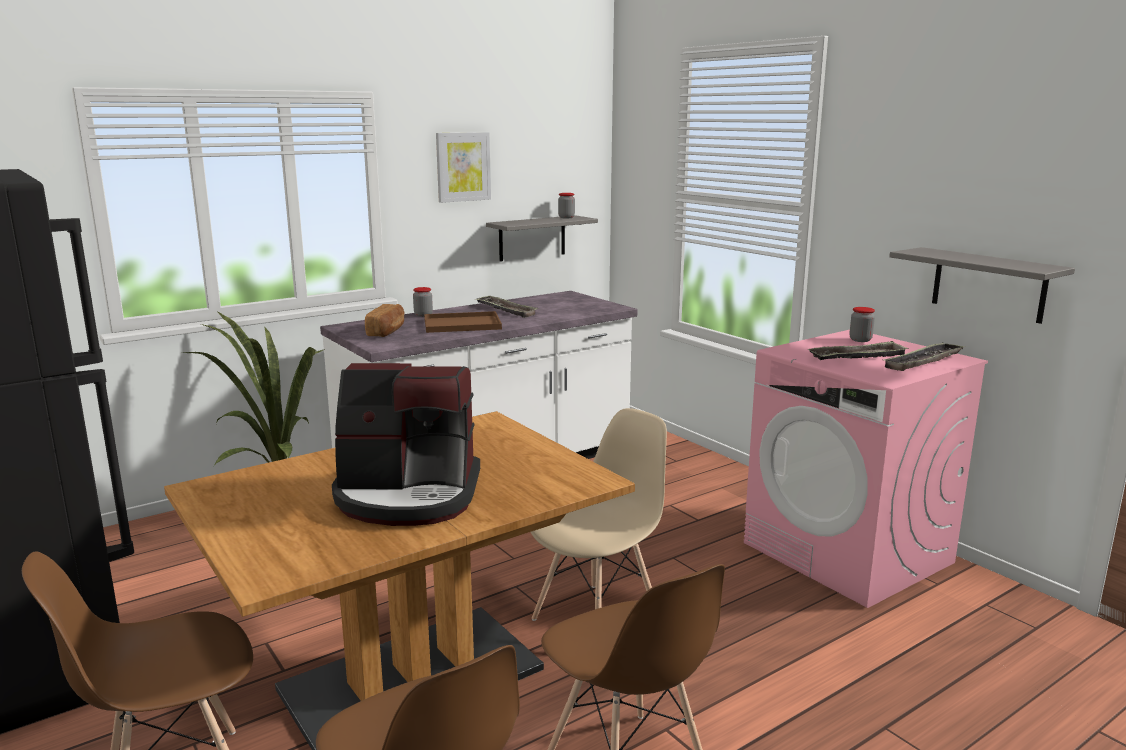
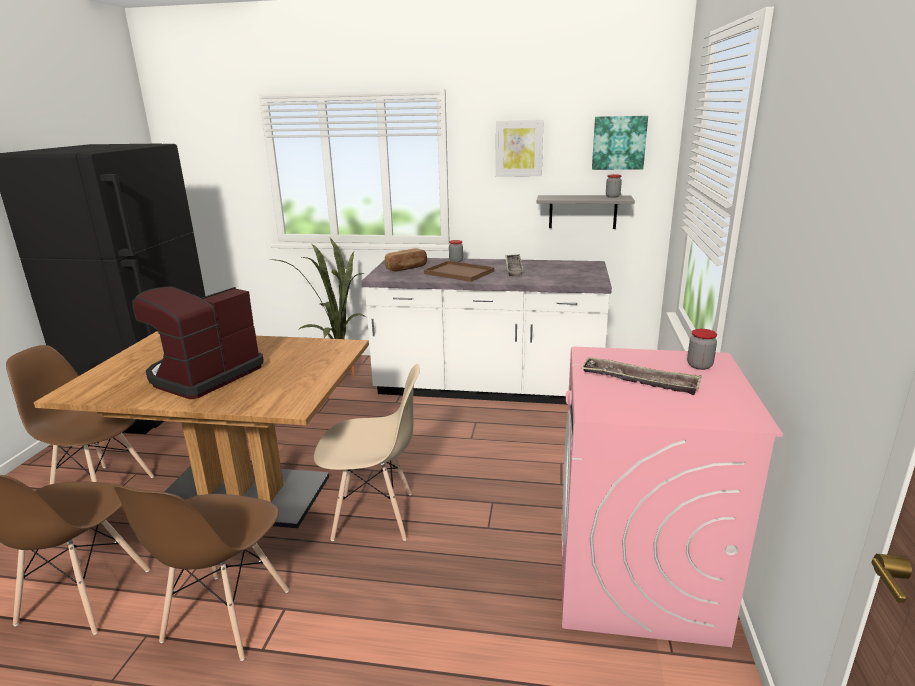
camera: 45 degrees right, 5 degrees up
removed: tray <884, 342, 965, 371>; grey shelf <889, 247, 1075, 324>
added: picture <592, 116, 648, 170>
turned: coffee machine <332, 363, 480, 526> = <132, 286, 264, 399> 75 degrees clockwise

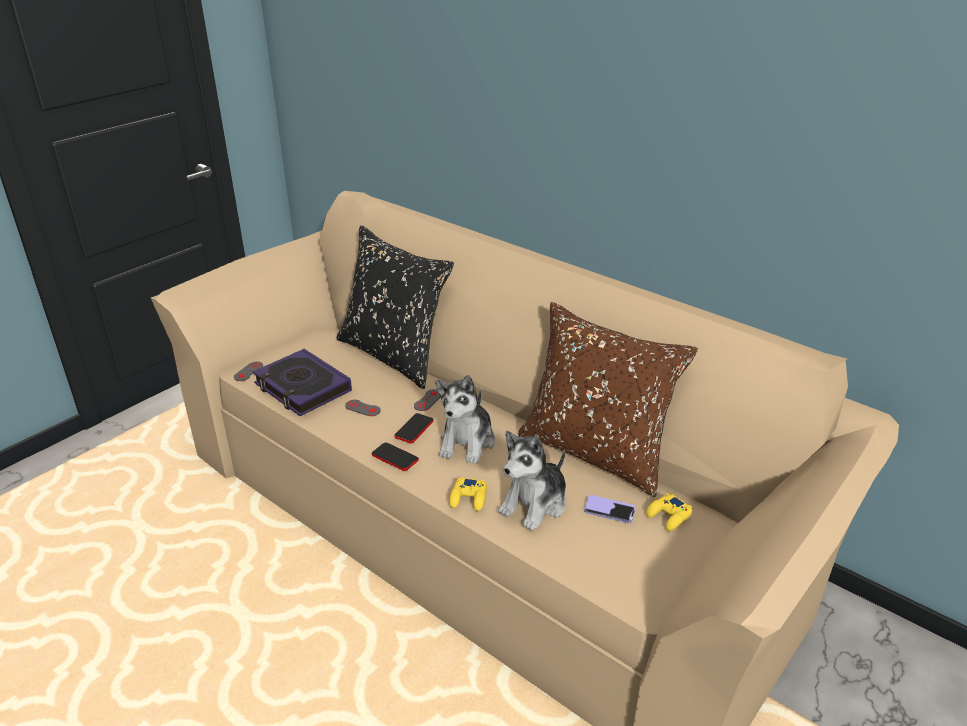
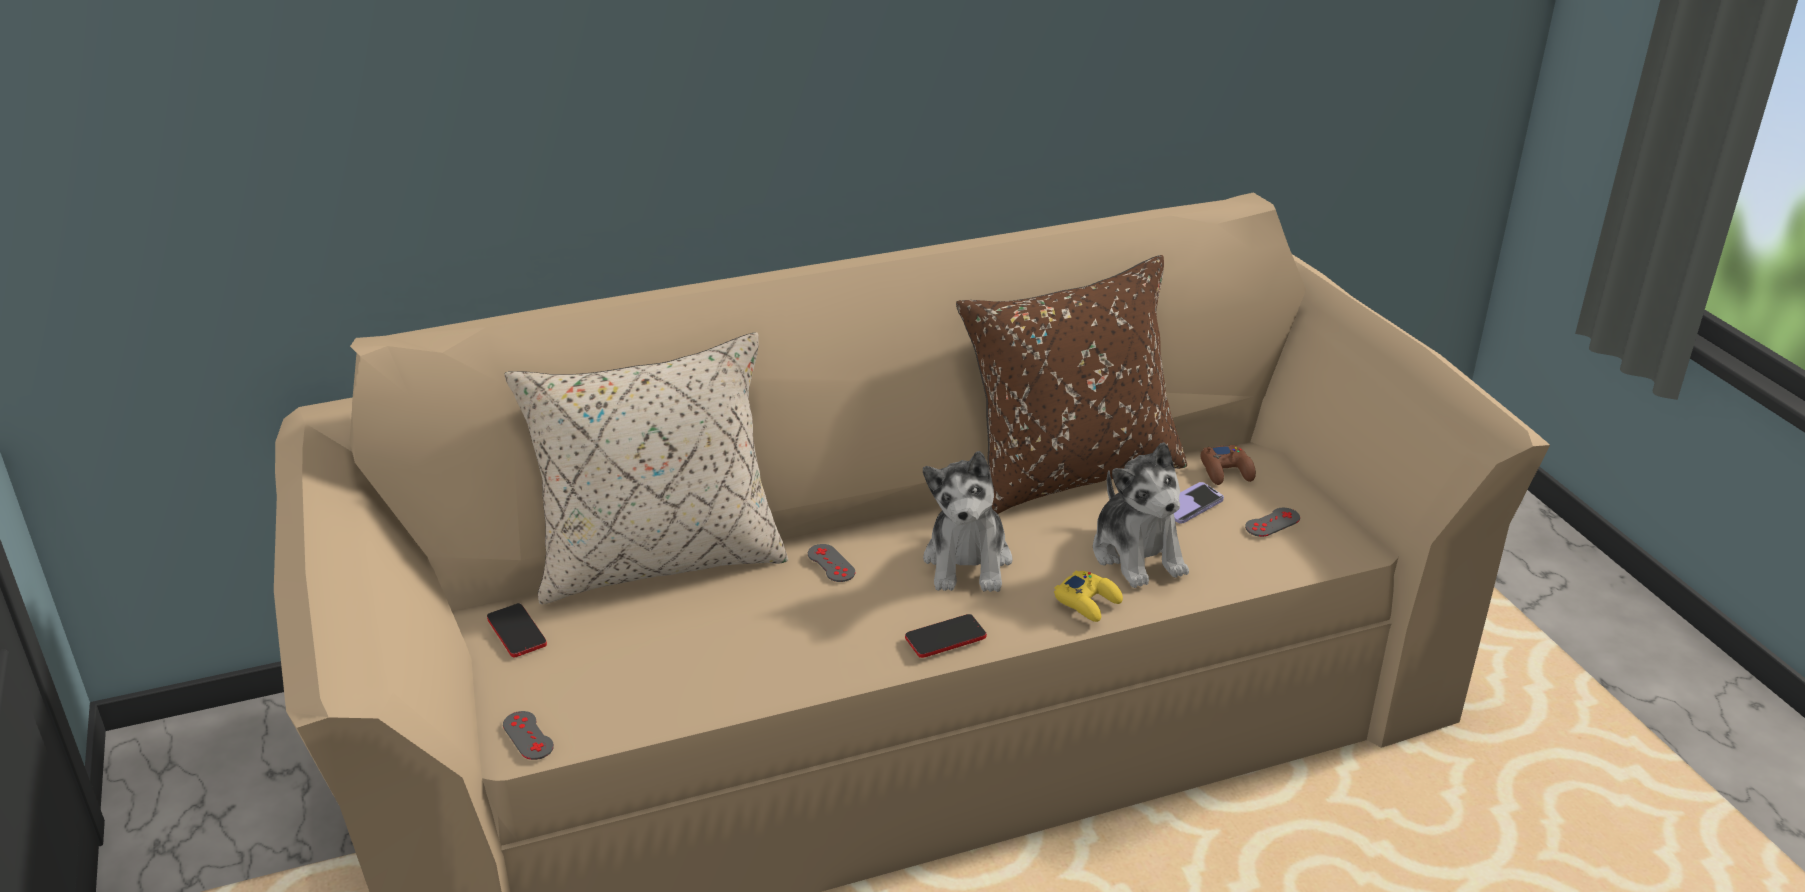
camera: 60 degrees left, 0 degrees up
removed: book <253, 349, 352, 416>
moved: grey game controller <345, 400, 381, 416> to <1245, 508, 1300, 537>; phone <394, 413, 434, 443> to <487, 603, 547, 658>
recoloured: black pillow <337, 225, 454, 389> to beige pillow <504, 332, 788, 605>; yellow game controller <646, 493, 692, 531> to brown game controller <1201, 445, 1256, 485>
turned: plush toy <435, 375, 495, 464> = <923, 451, 1013, 592> 45 degrees clockwise

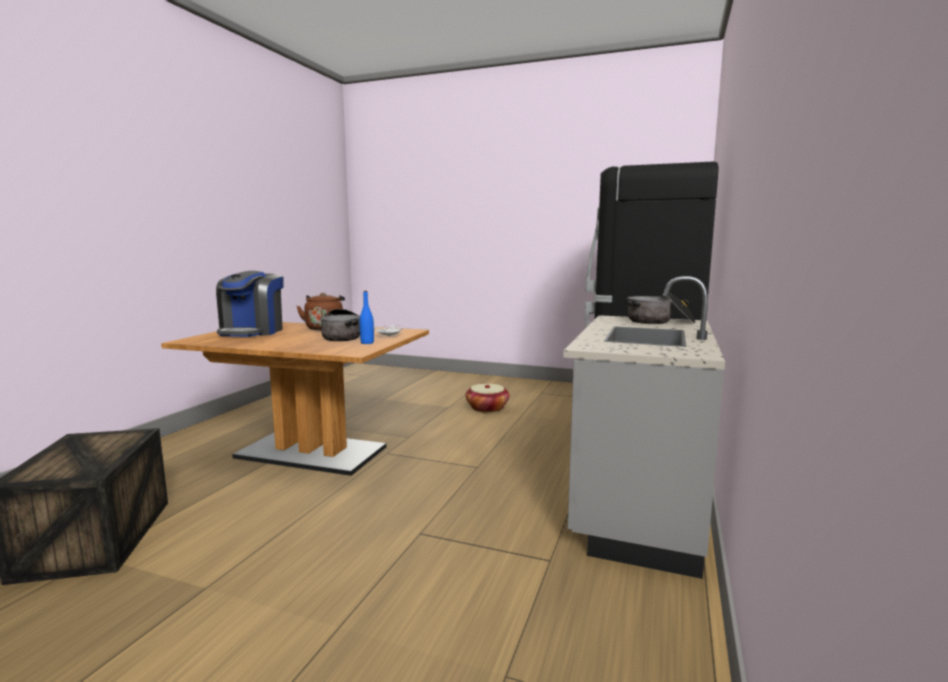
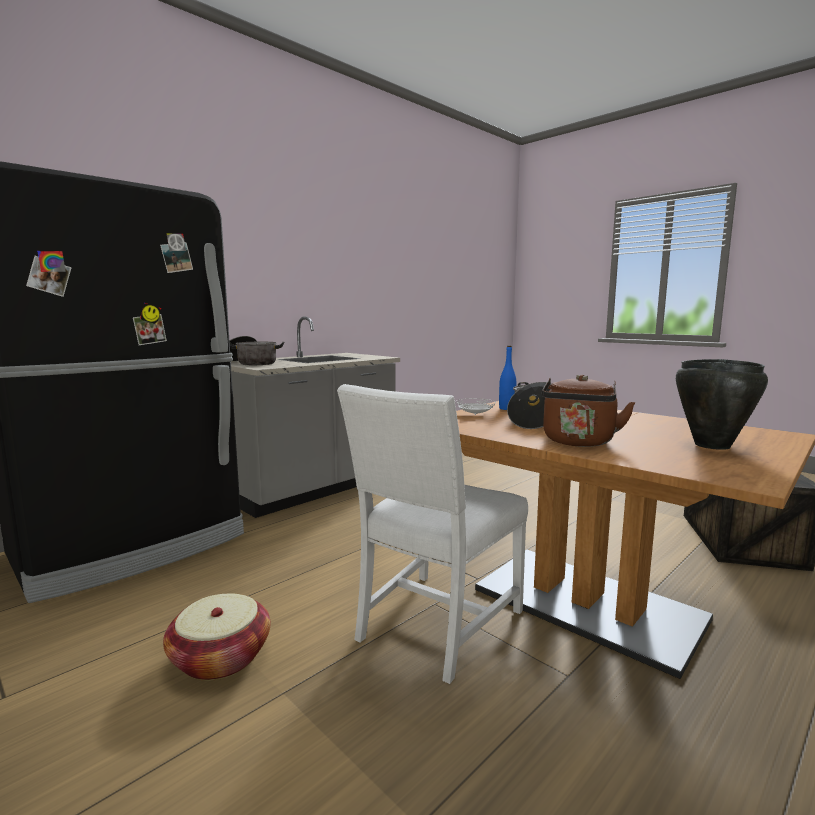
camera: 155 degrees left, 0 degrees up
added: white chair <337, 384, 528, 684>
replaced: coffee machine <216, 271, 283, 337> to black cooking pot <676, 359, 768, 450>

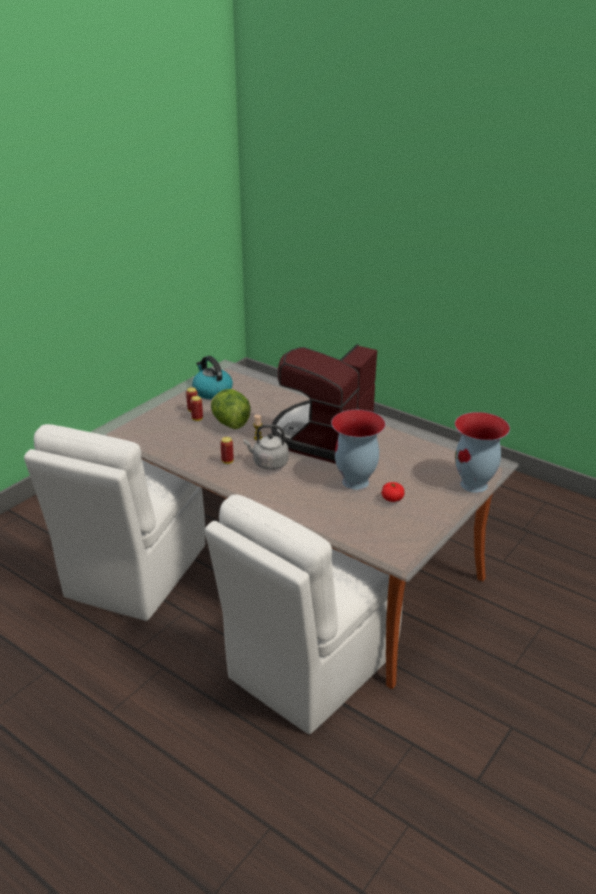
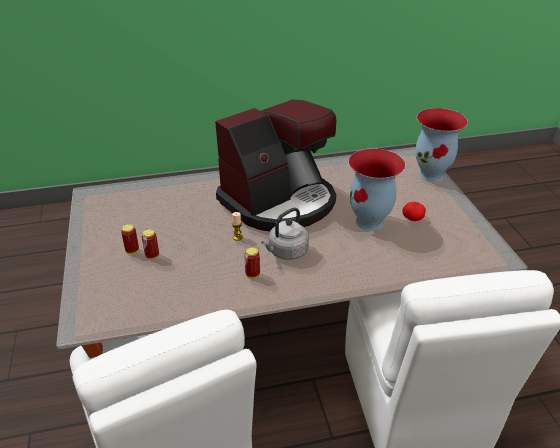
camera: 50 degrees left, 5 degrees up
removed: kettle <192, 356, 233, 399>; lettuce <211, 389, 251, 429>
turned: coffee machine <271, 344, 377, 464> = <215, 100, 336, 231> 105 degrees counterclockwise

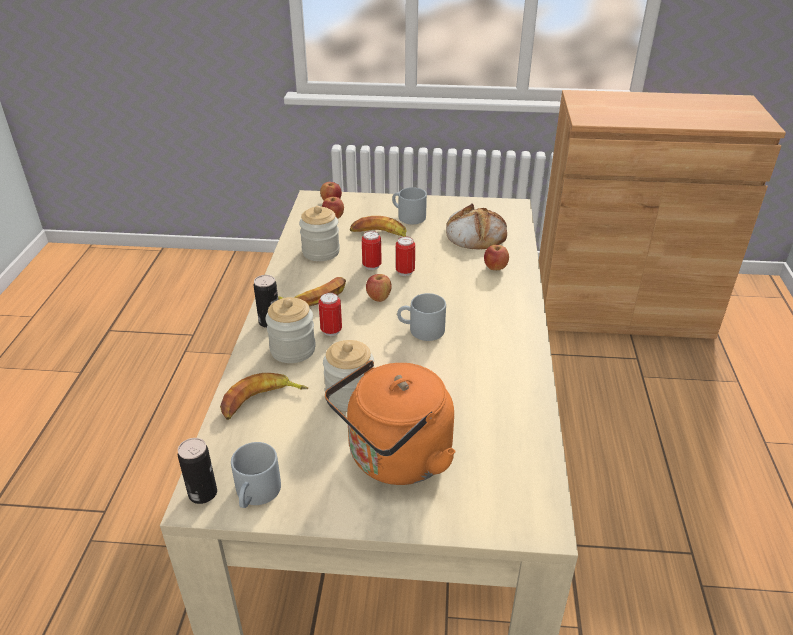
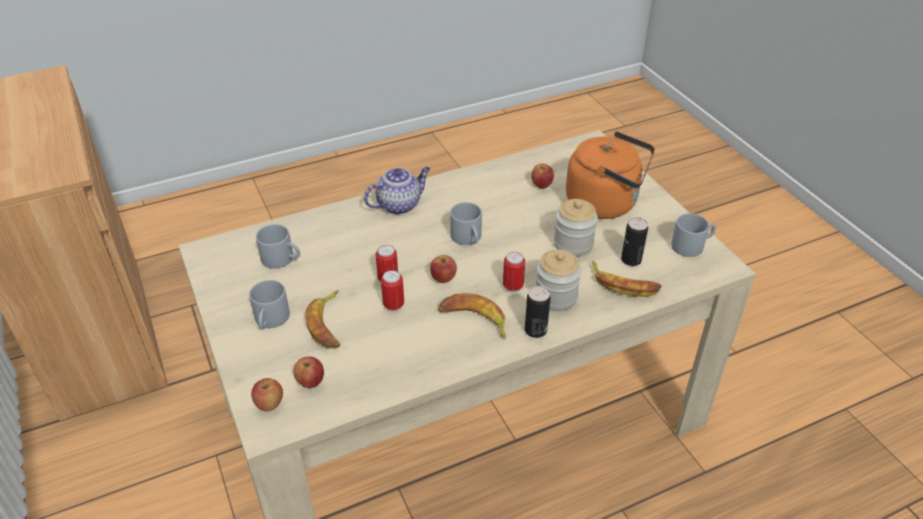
camera: 120 degrees left, 5 degrees up
removed: jar <299, 206, 340, 261>
added: teapot <364, 167, 430, 214>
moved: can <178, 438, 217, 504> to <621, 217, 648, 266>; apple <484, 245, 509, 270> to <531, 164, 554, 189>
replaced: bread <446, 203, 507, 249> to grey mug <256, 224, 300, 269>

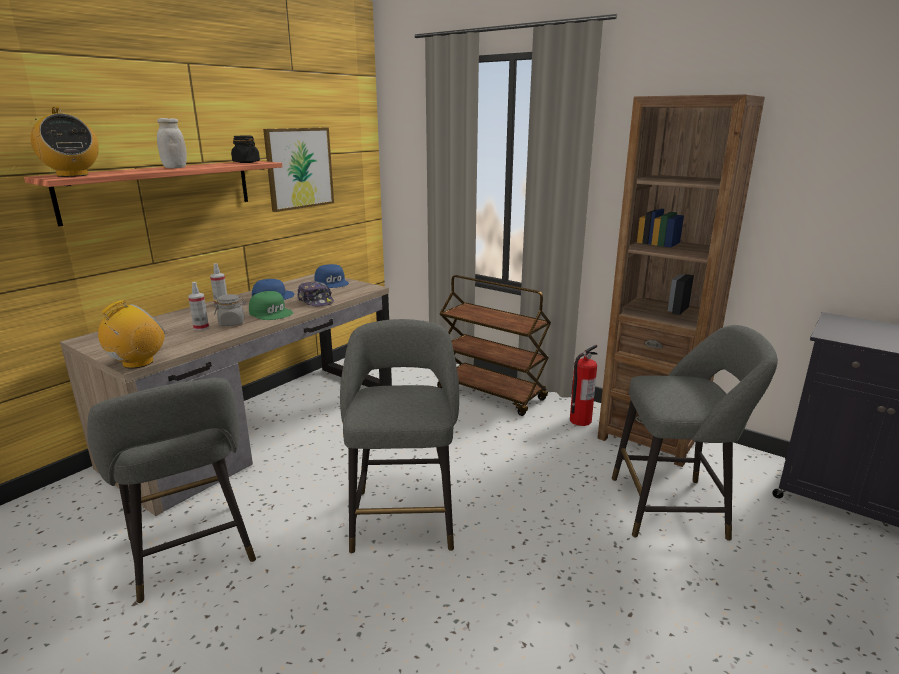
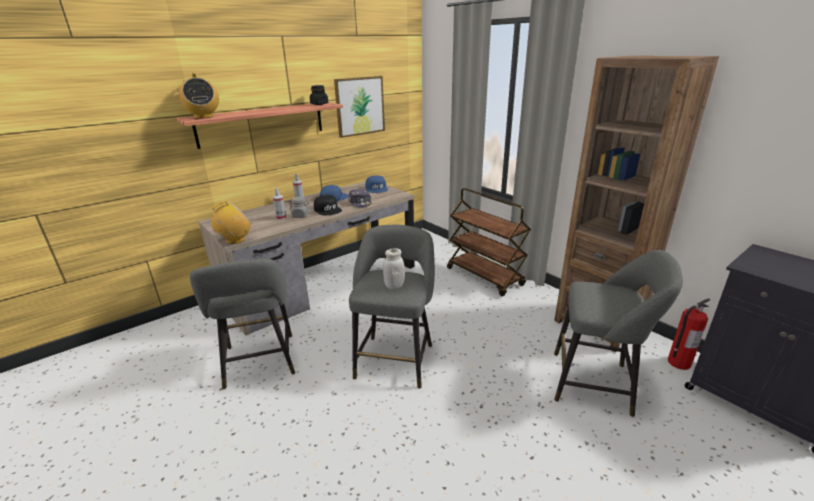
camera: 15 degrees right, 5 degrees up
moved: white jar <157, 118, 187, 168> to <383, 248, 405, 289>; fire extinguisher <570, 345, 597, 426> to <668, 298, 710, 370>
recoloured: green cap <249, 291, 293, 320> to black cap <314, 195, 342, 215>

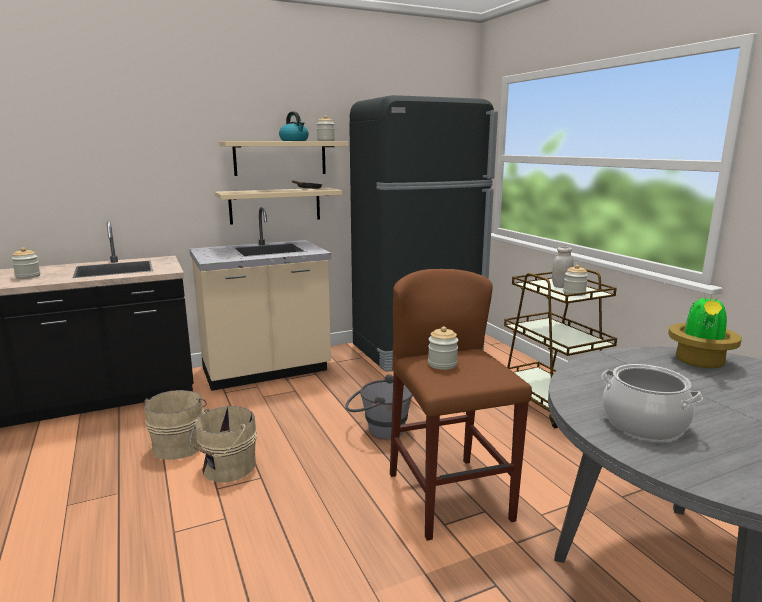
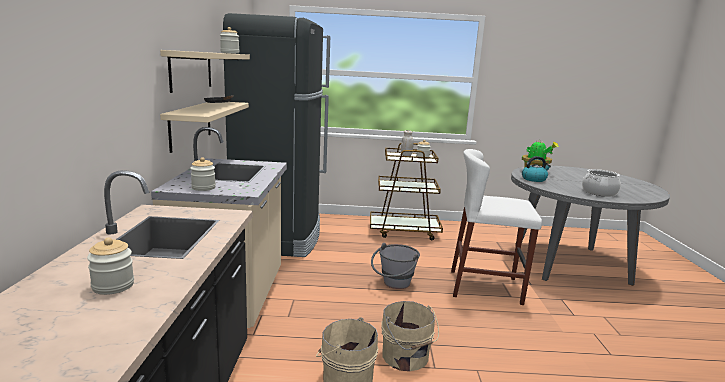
camera: 65 degrees left, 0 degrees up
moved: kettle <279, 112, 309, 141> to <522, 156, 551, 182>; jar <428, 326, 458, 370> to <190, 157, 216, 191>
recoloured: brown stool <390, 269, 532, 541> to white stool <451, 149, 542, 305>

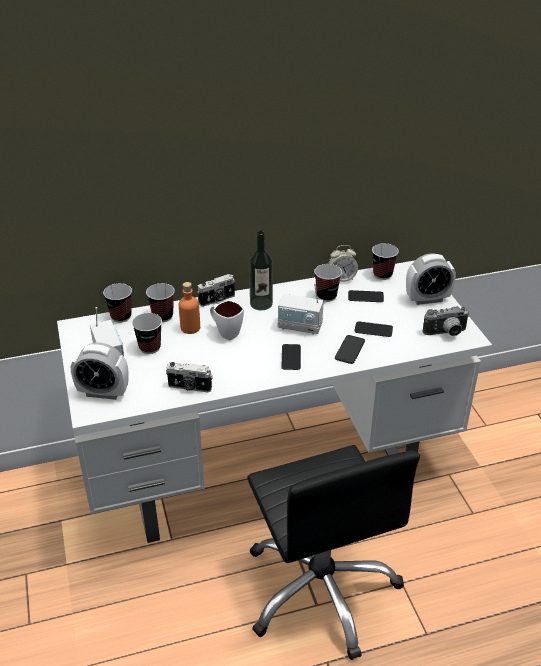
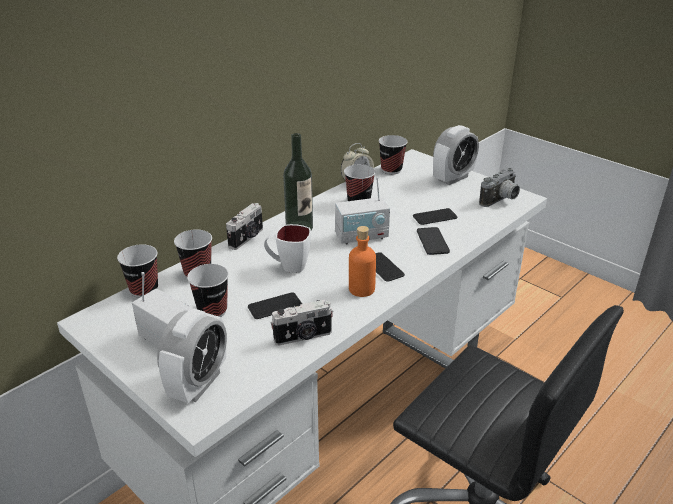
camera: 30 degrees left, 5 degrees down
moved: orange bottle <179, 282, 200, 334> to <349, 226, 376, 297>; phone <348, 290, 384, 302> to <248, 292, 302, 319>
turned: alarm clock <71, 343, 129, 400> = <157, 309, 227, 403> 45 degrees counterclockwise

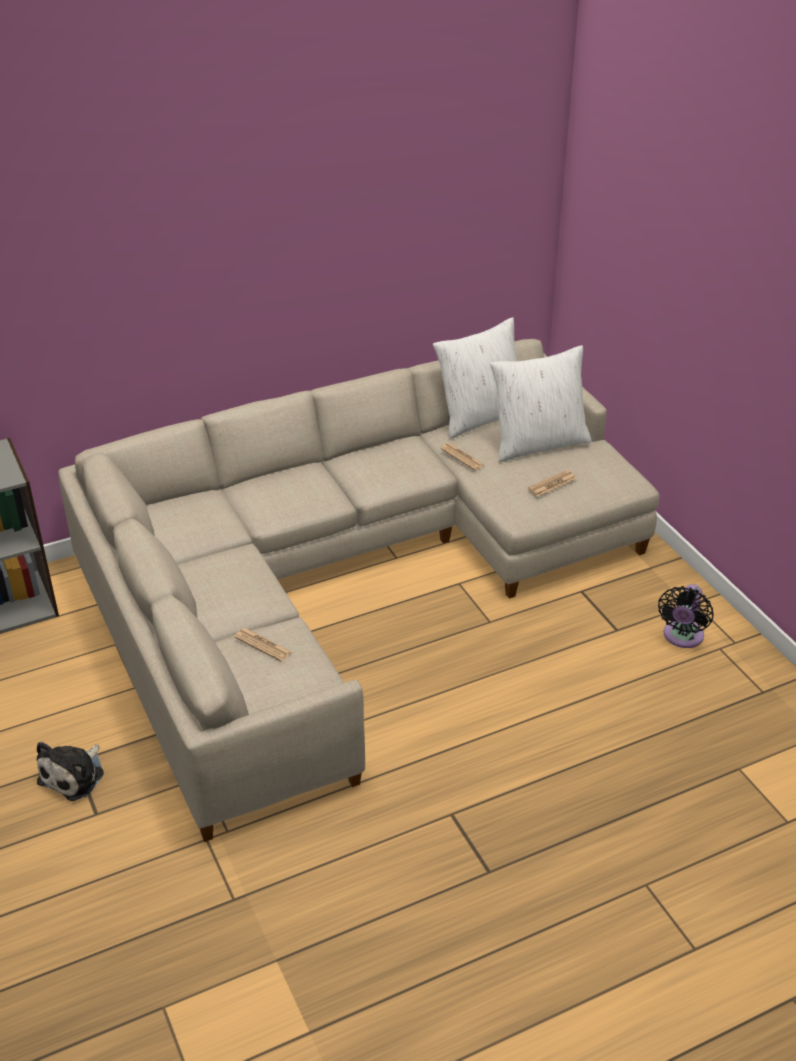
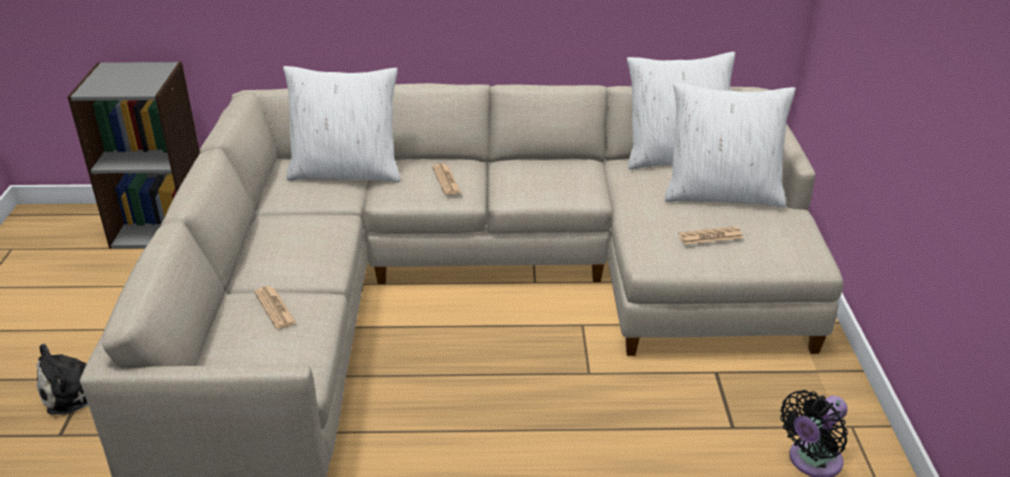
camera: 25 degrees right, 5 degrees down
added: white pillow <283, 66, 400, 183>
moved: newspaper <440, 443, 484, 470> to <432, 164, 461, 195>

